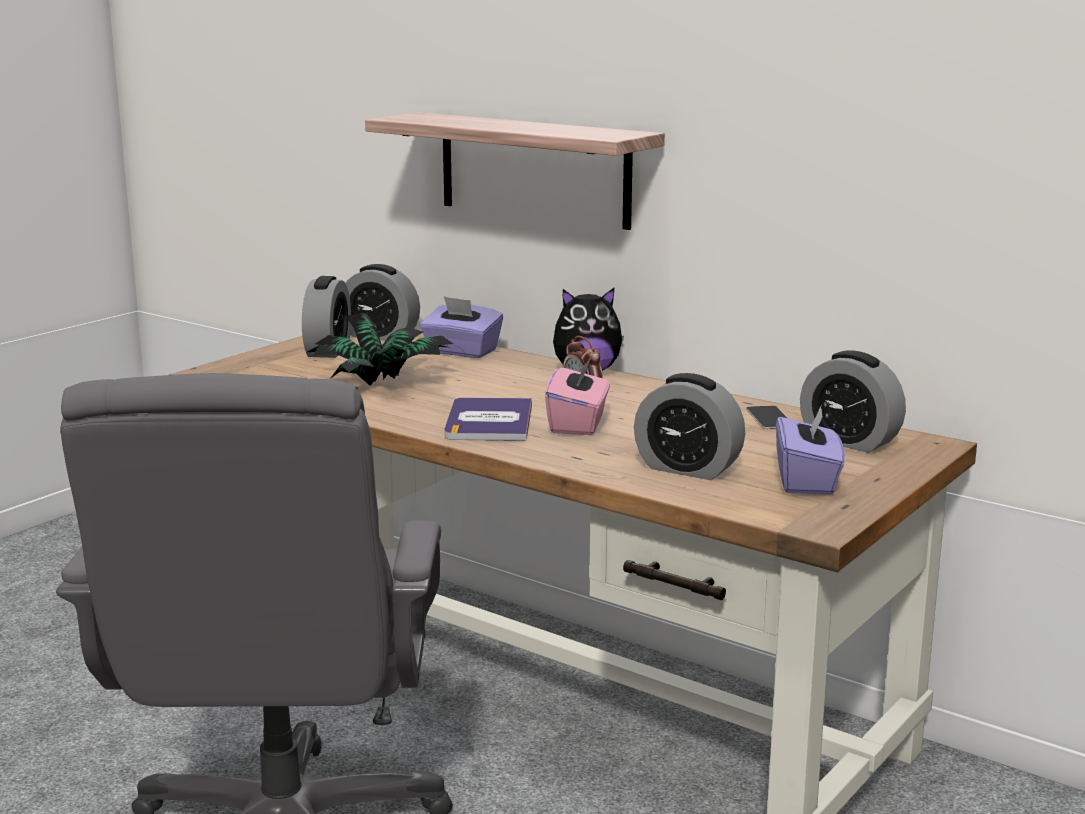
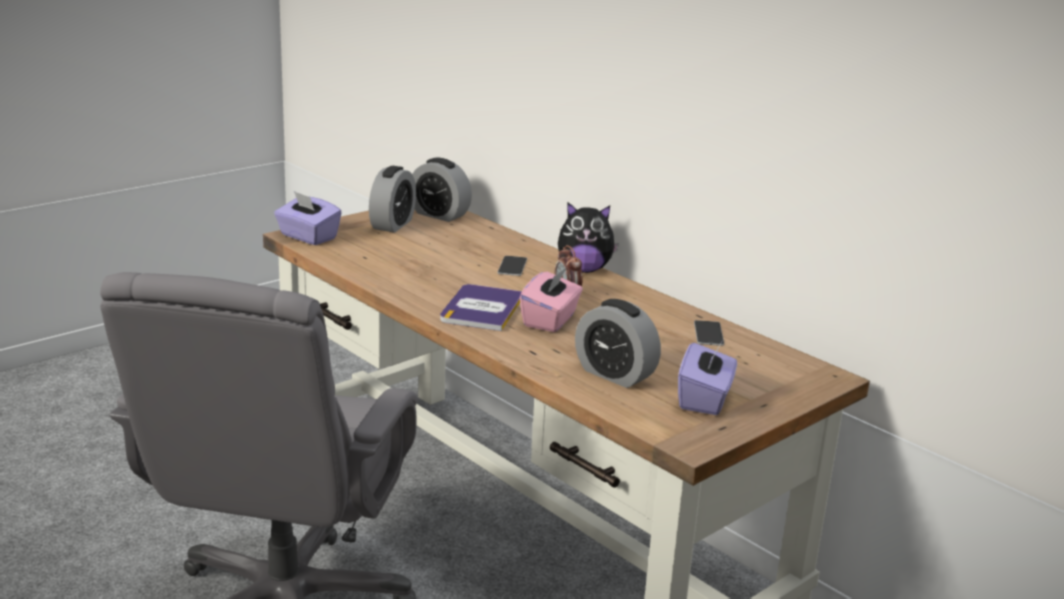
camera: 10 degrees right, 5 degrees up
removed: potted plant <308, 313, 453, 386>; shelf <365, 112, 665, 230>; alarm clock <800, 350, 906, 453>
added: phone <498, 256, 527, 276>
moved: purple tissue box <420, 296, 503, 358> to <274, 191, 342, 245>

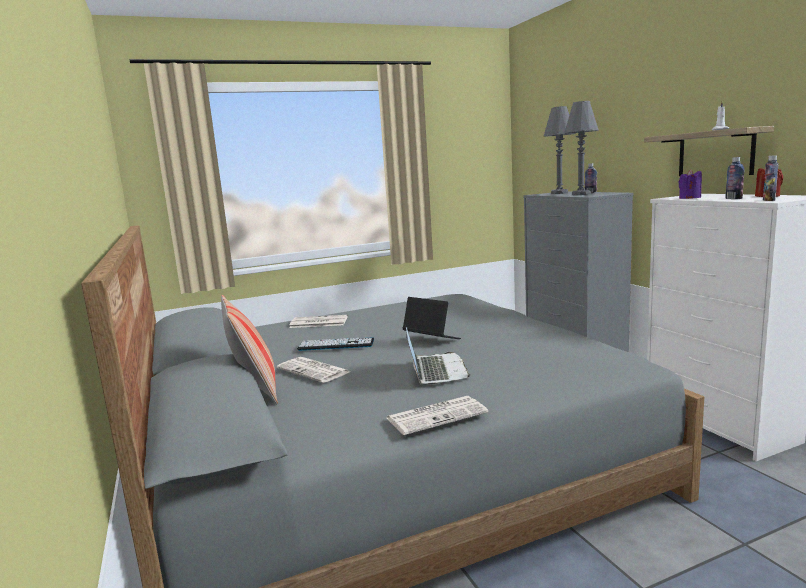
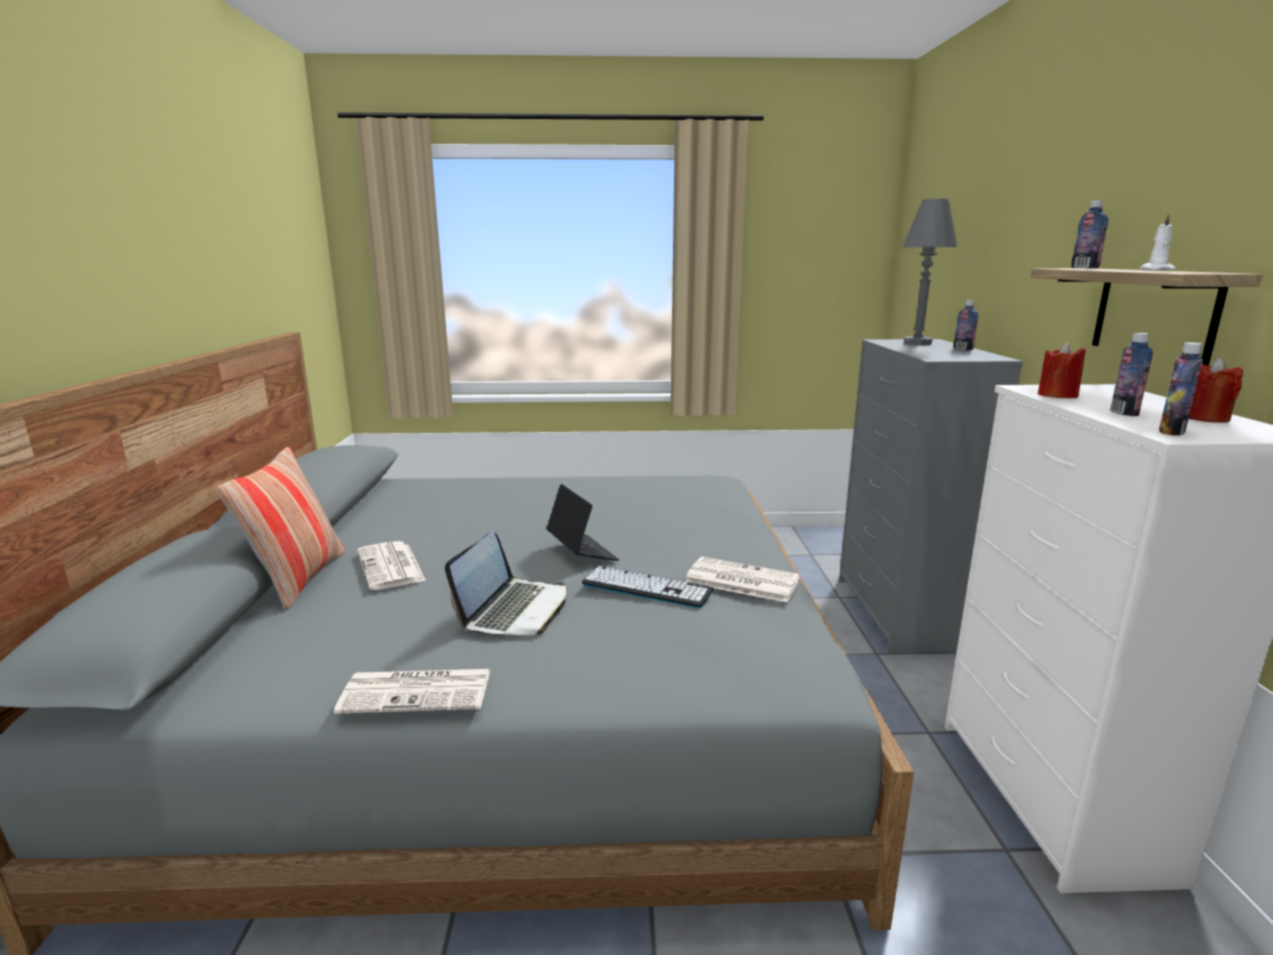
camera: 20 degrees right, 5 degrees up
removed: grey table lamp <564, 101, 599, 195>
added: bottle <1071, 200, 1108, 269>
moved: newspaper <289, 315, 348, 328> to <685, 557, 800, 602>; keyboard <297, 338, 374, 351> to <582, 566, 713, 608>
recoloured: purple candle <679, 169, 702, 199> to red candle <1038, 342, 1086, 398>

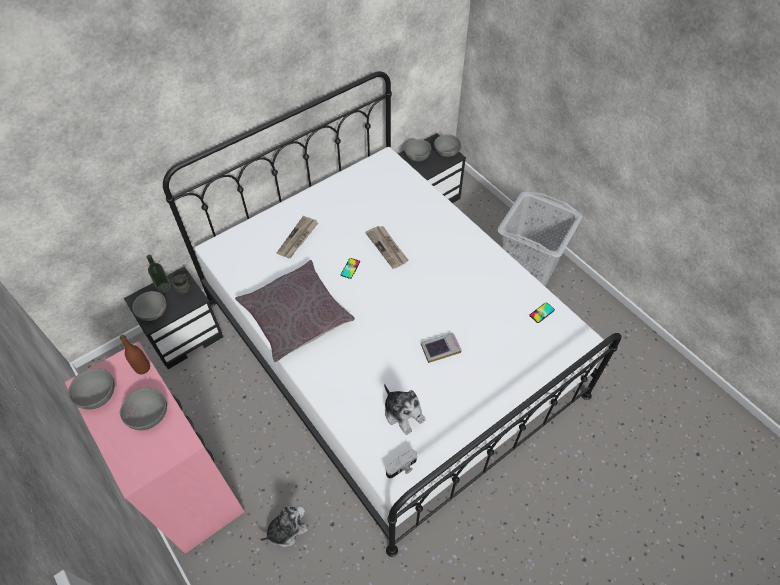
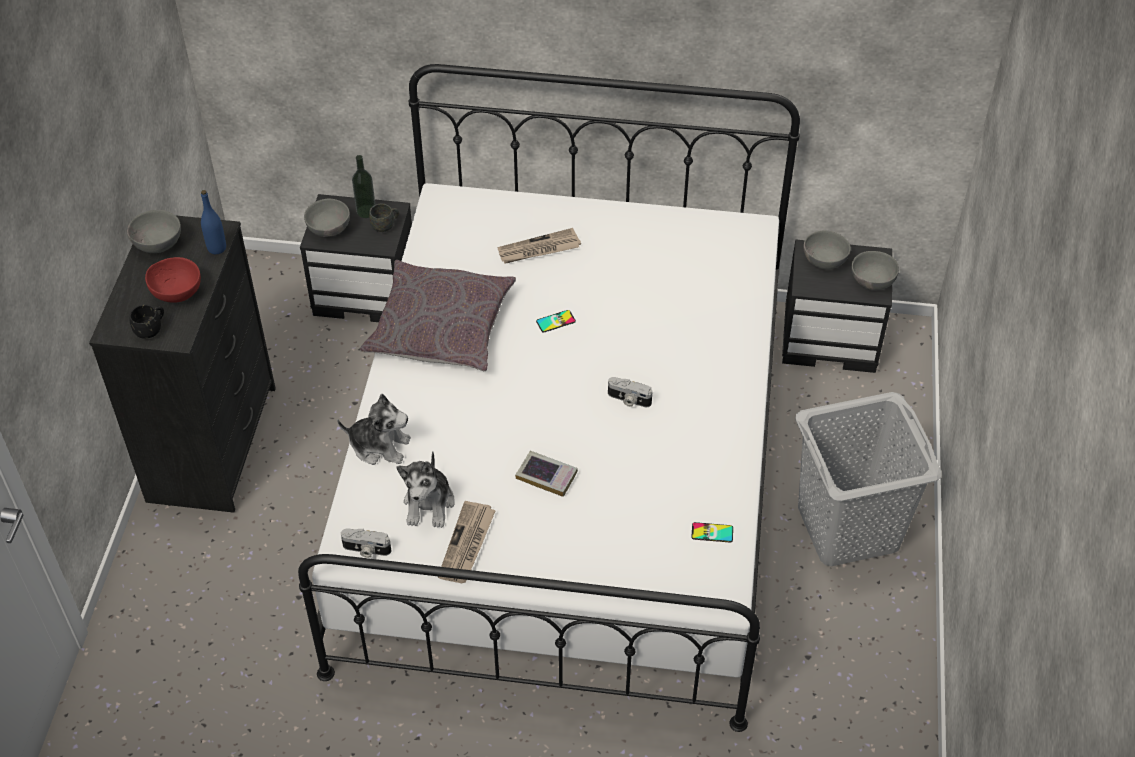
camera: 45 degrees right, 5 degrees down
added: black mug <129, 304, 164, 339>; photo camera <608, 377, 652, 407>
moved: plush toy <259, 506, 308, 547> to <337, 394, 411, 465>; newspaper <365, 226, 409, 269> to <438, 501, 496, 583>
recoloured: pink dresser <65, 341, 245, 554> to black dresser <89, 215, 276, 513>; brown bottle <120, 335, 150, 374> to blue bottle <201, 190, 226, 254>; grey bowl <120, 388, 167, 431> to red bowl <145, 257, 201, 303>

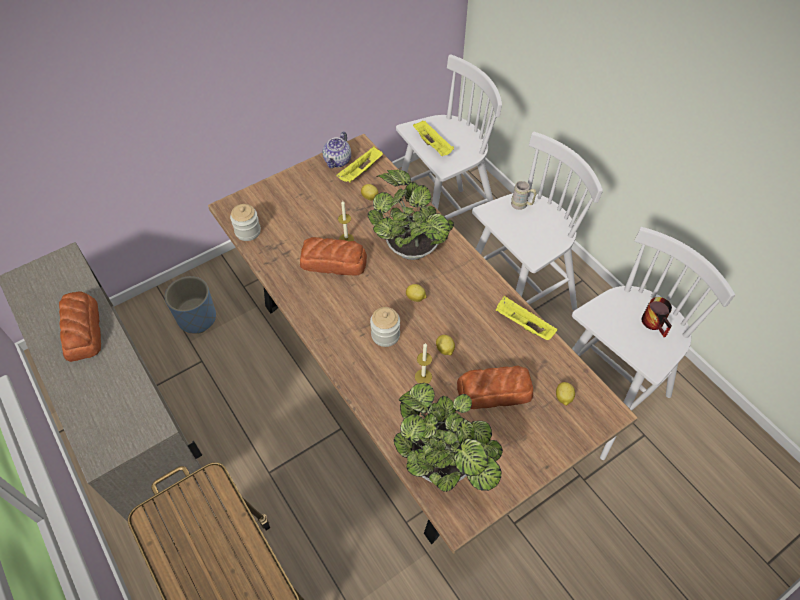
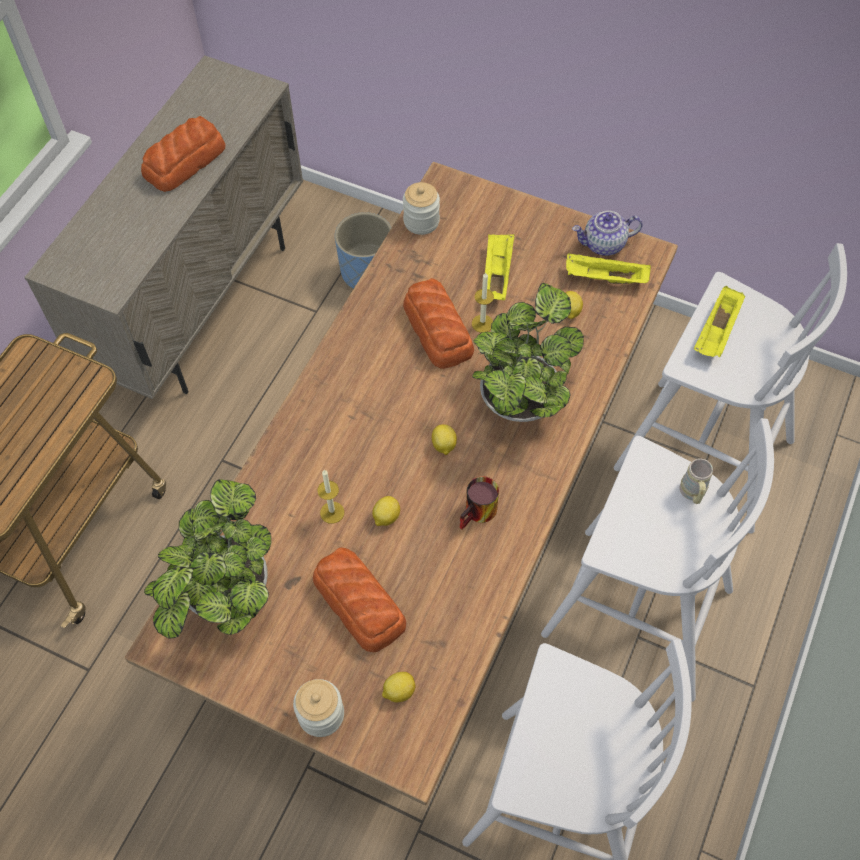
camera: 60 degrees right, 5 degrees up
moved: jar <370, 307, 400, 347> to <293, 679, 344, 737>; yellow tray <496, 296, 557, 340> to <485, 234, 515, 300>; mug <642, 297, 672, 337> to <460, 476, 499, 530>

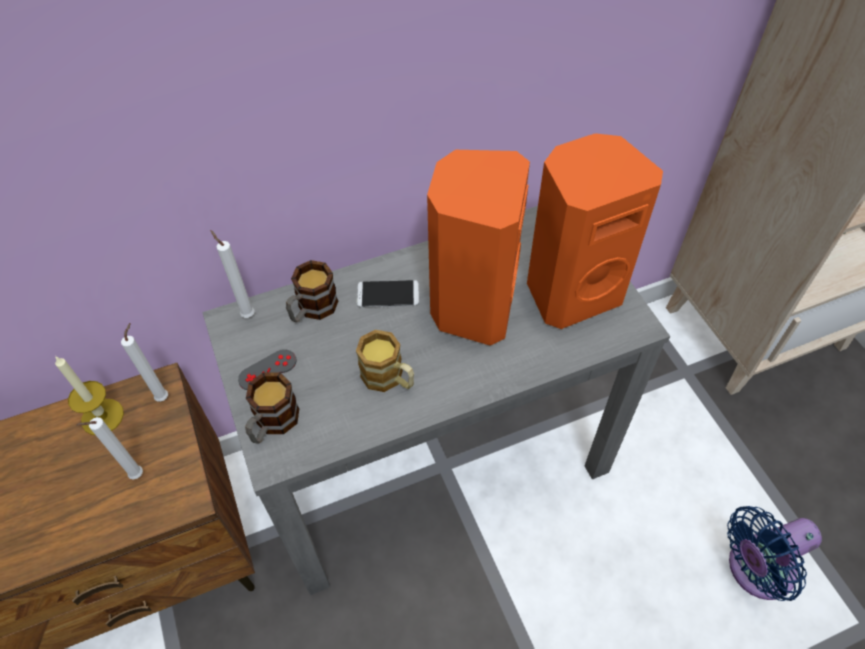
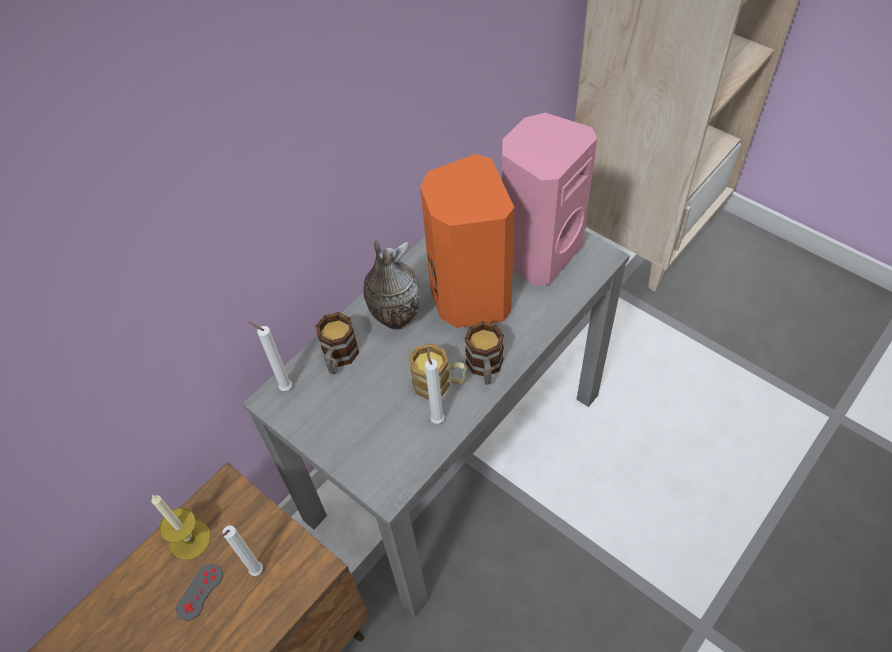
camera: 25 degrees left, 0 degrees up
removed: blue fan <727, 506, 822, 601>
moved: white candle <121, 323, 168, 402> to <425, 346, 445, 424>; grey game controller <238, 349, 296, 390> to <176, 564, 223, 621>; mug <245, 372, 299, 444> to <465, 321, 504, 385>
replaced: phone <357, 280, 419, 308> to vase <363, 240, 420, 329>
recoloured: orange speaker <527, 133, 663, 329> to pink speaker <502, 113, 597, 286>

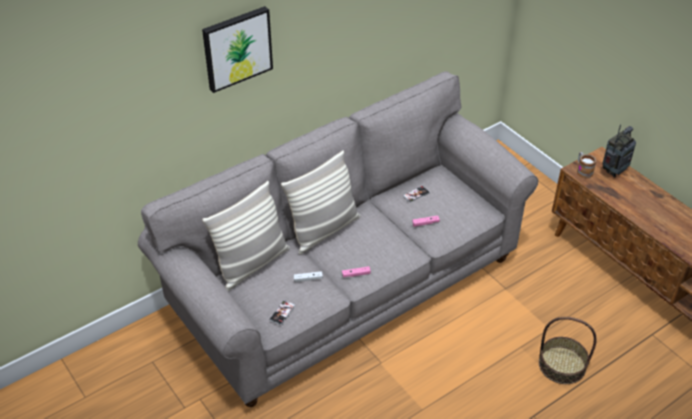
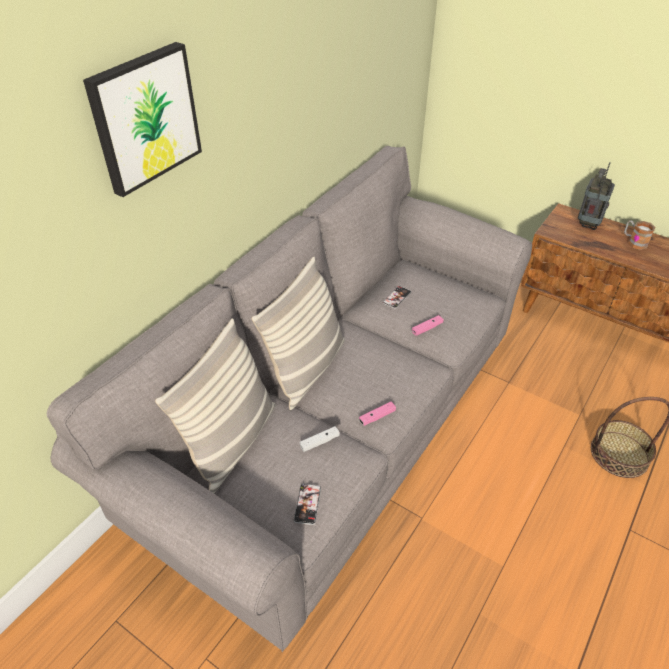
camera: 20 degrees left, 0 degrees up
moved: mug <577, 152, 596, 179> to <624, 220, 655, 250>

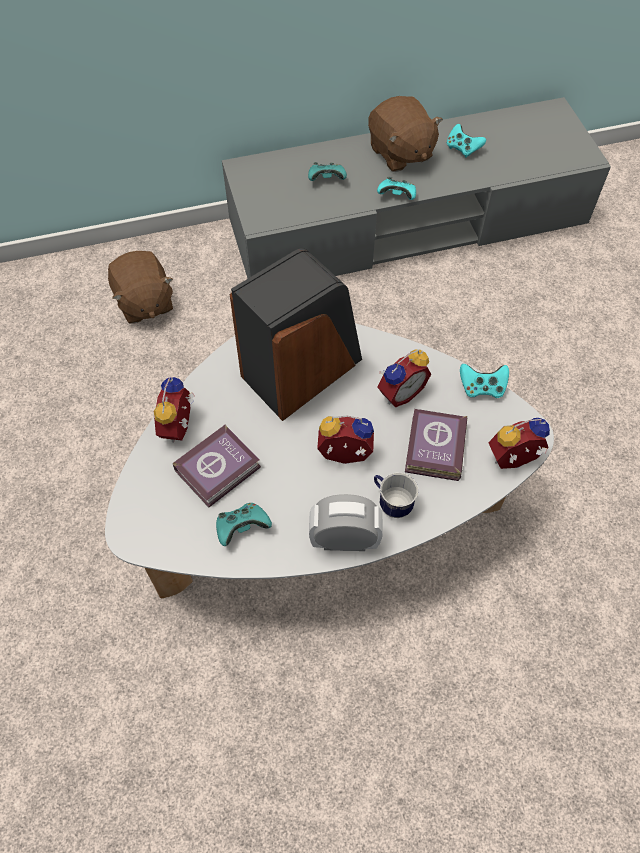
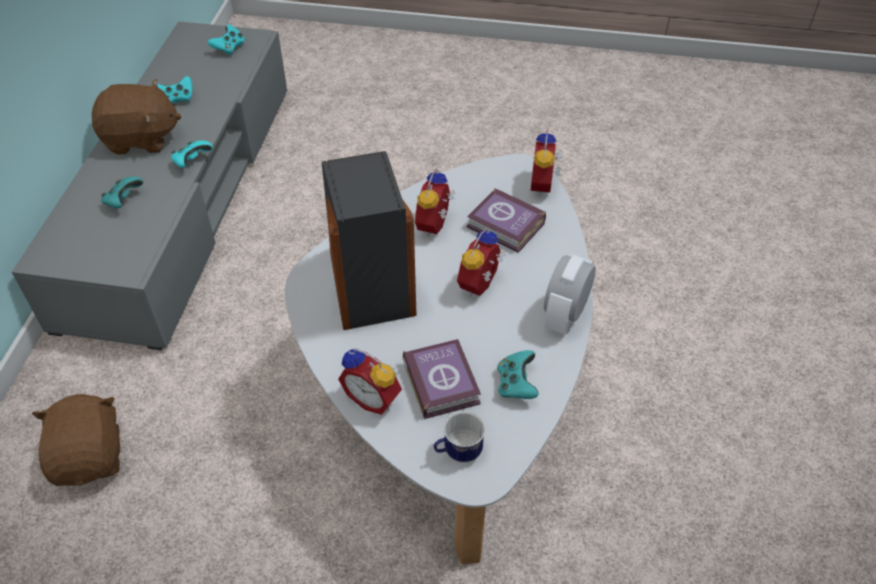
camera: 65 degrees left, 10 degrees down
moved: mug <374, 472, 418, 518> to <434, 411, 486, 463>; turquoise game controller <460, 364, 509, 398> to <207, 25, 245, 55>
turned: brown plush toy <108, 251, 173, 323> = <32, 394, 120, 486> 105 degrees counterclockwise; alarm clock <378, 349, 431, 407> = <415, 169, 456, 237> 150 degrees counterclockwise

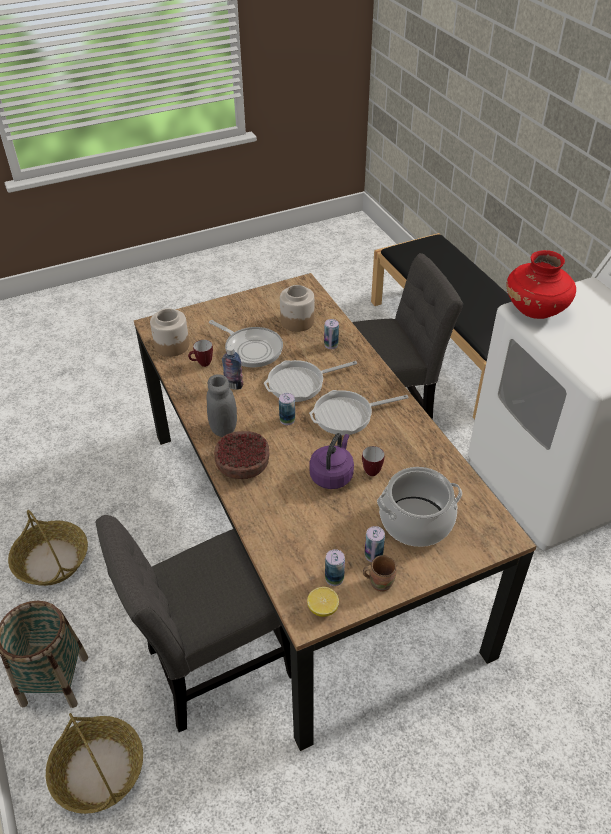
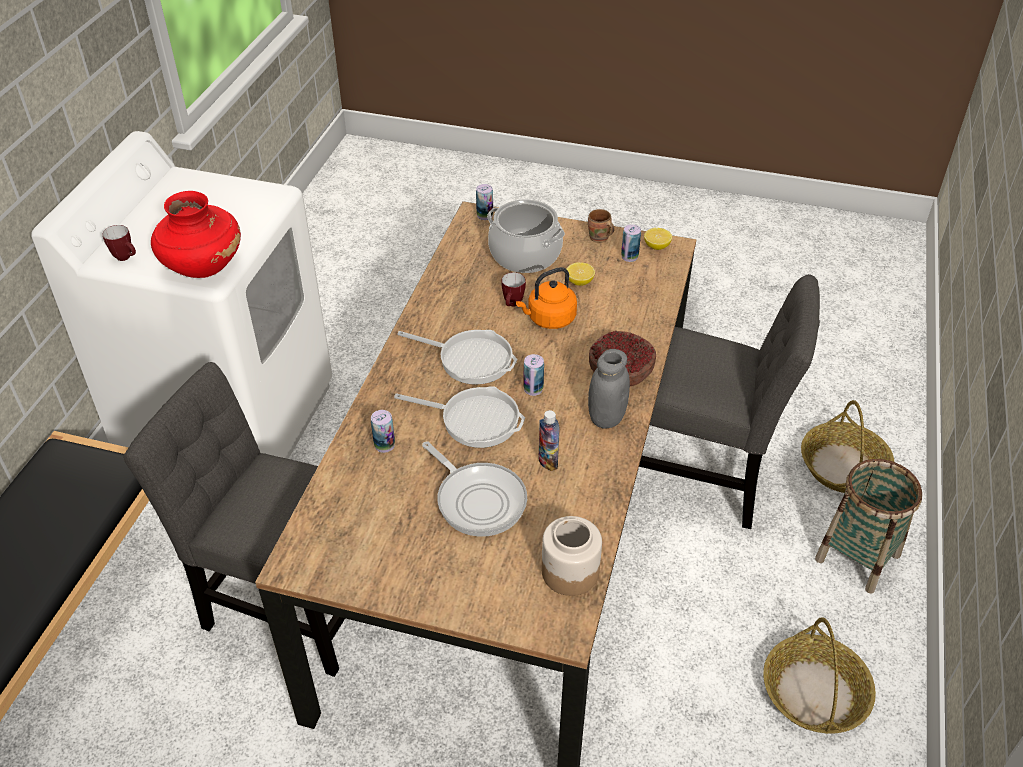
camera: 140 degrees left, 0 degrees up
removed: jar <280, 285, 314, 332>
added: lemon <567, 262, 595, 286>
moved: mug <188, 340, 213, 367> to <102, 225, 136, 261>; can <364, 526, 385, 562> to <476, 184, 493, 220>
recoloured: purple kettle <309, 433, 354, 489> to orange kettle <516, 267, 577, 329>
turned: frying pan <209, 320, 283, 367> = <422, 441, 527, 537> 150 degrees clockwise

